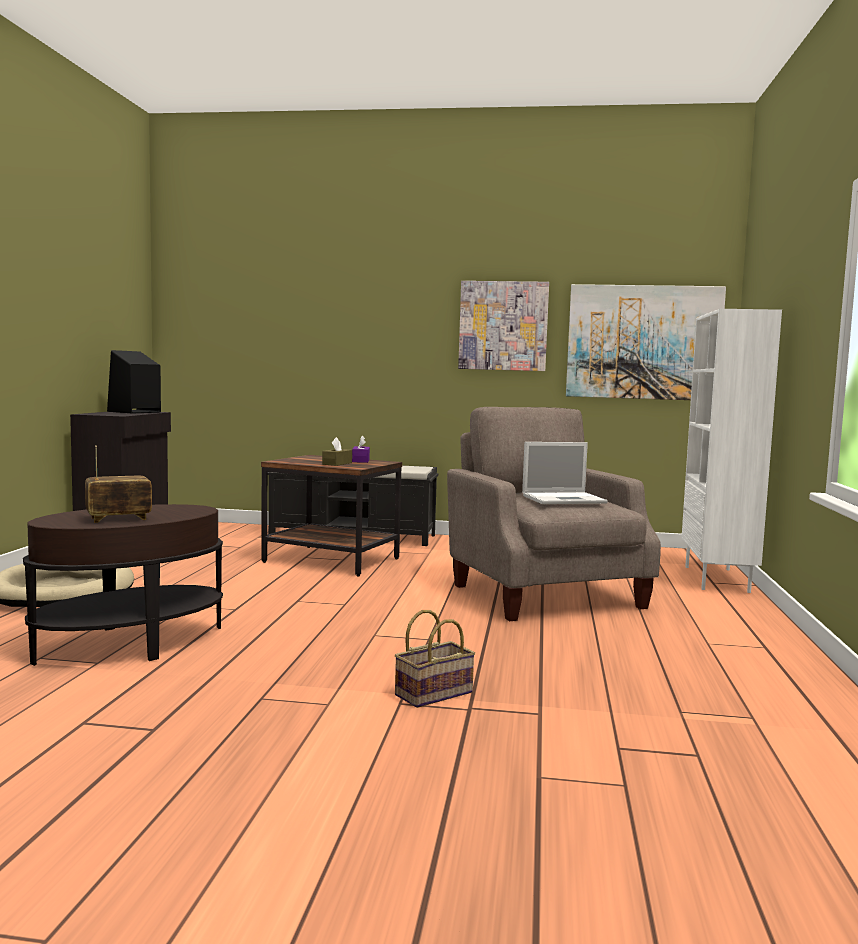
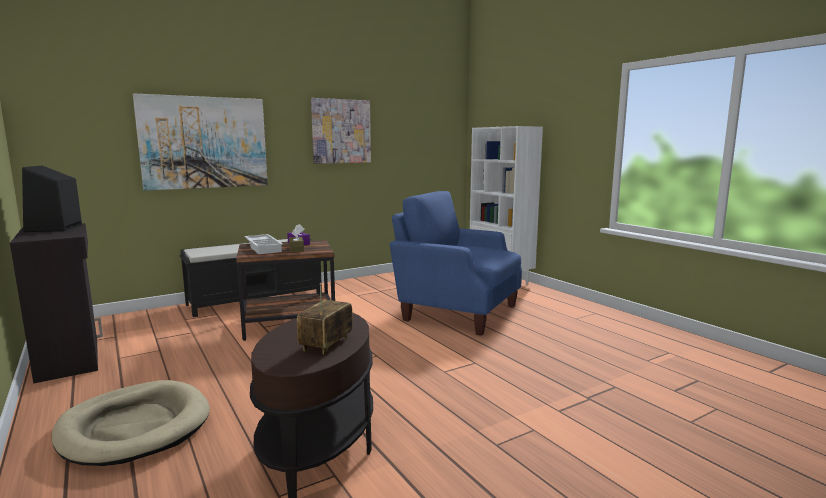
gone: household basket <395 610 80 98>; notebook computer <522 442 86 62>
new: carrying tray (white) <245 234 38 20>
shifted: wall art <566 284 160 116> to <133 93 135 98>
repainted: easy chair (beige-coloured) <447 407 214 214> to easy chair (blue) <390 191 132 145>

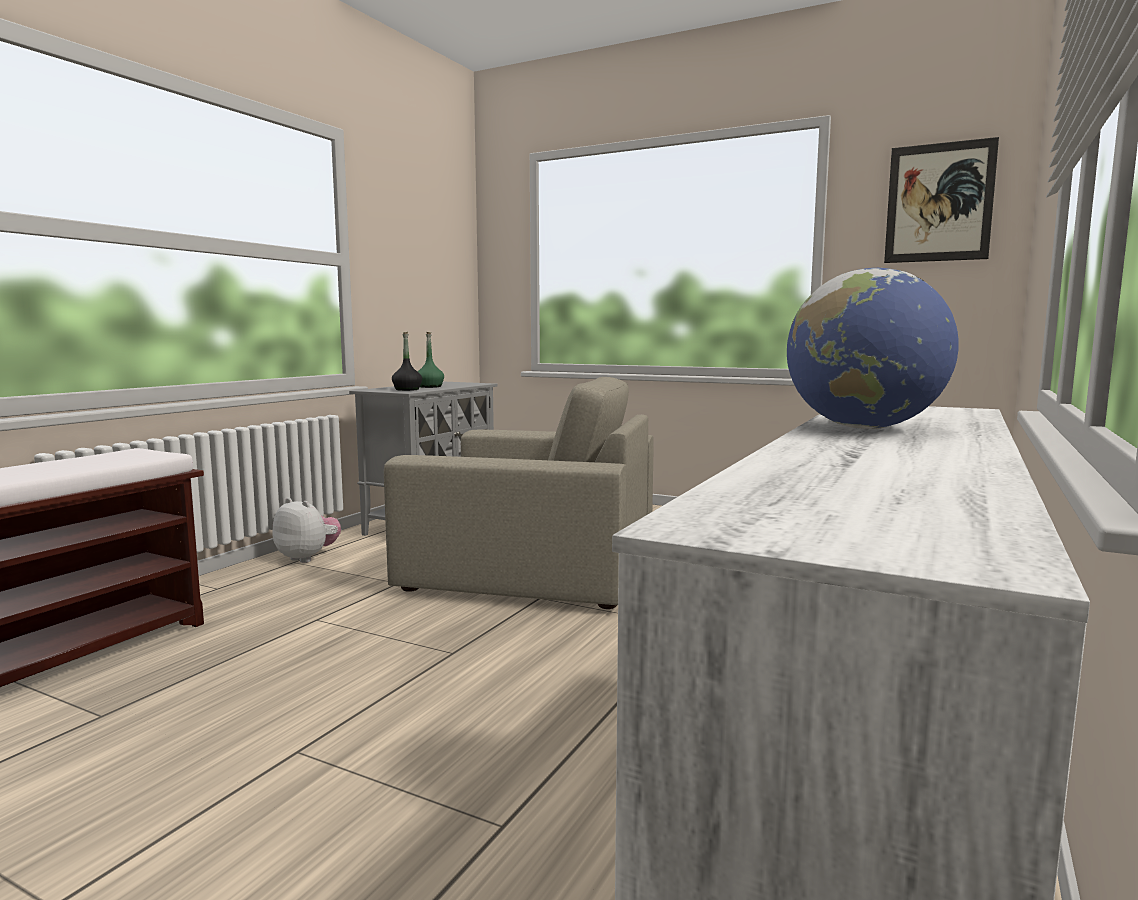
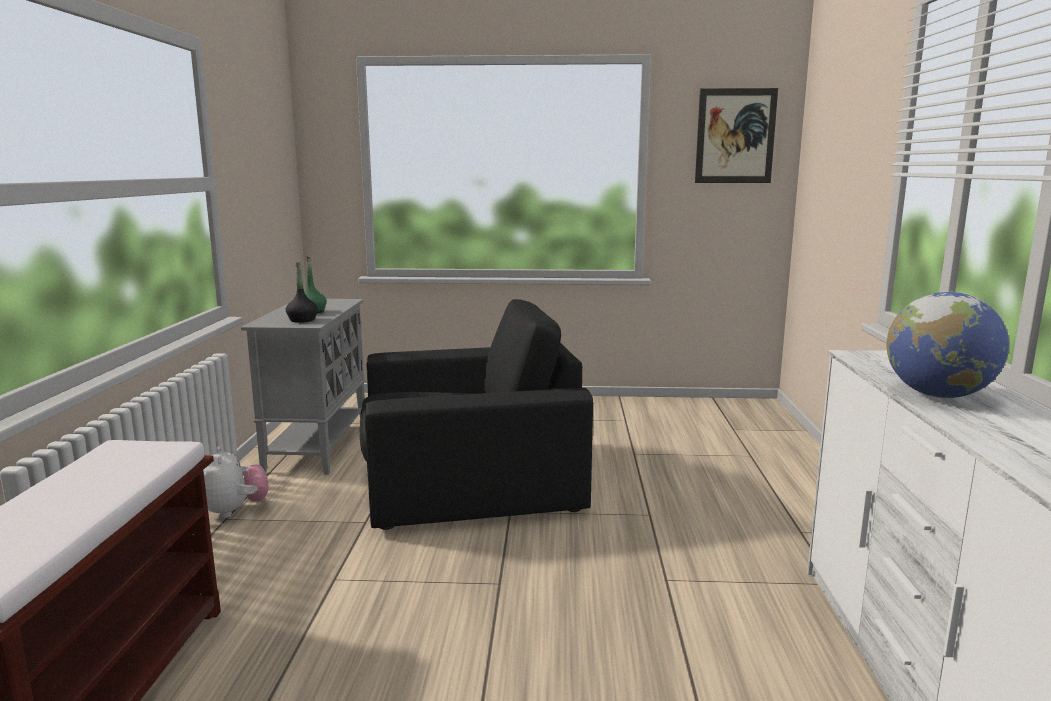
repainted: easy chair (beige-coloured) <384 377 270 232> to easy chair (black-coloured) <360 299 233 231>
rotated: plush toy <272 498 69 65> = <203 447 65 71> 60 degrees clockwise

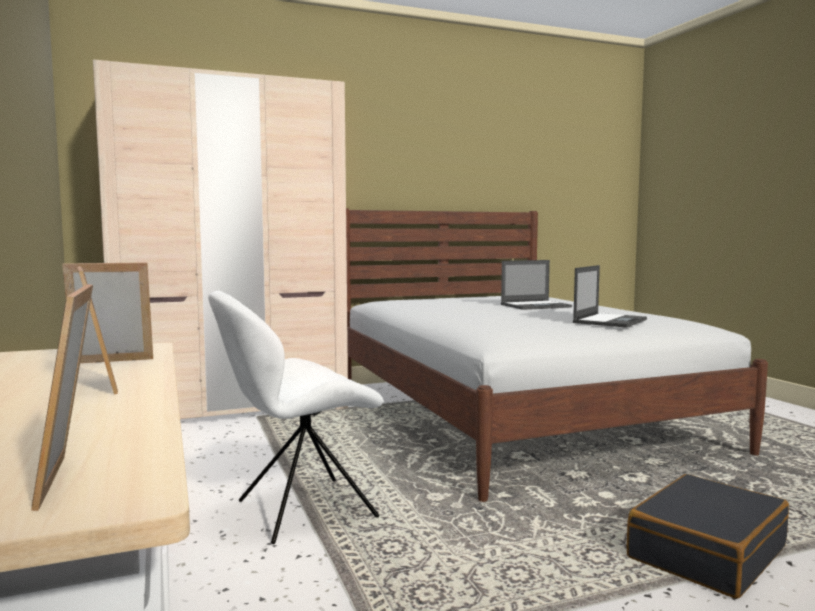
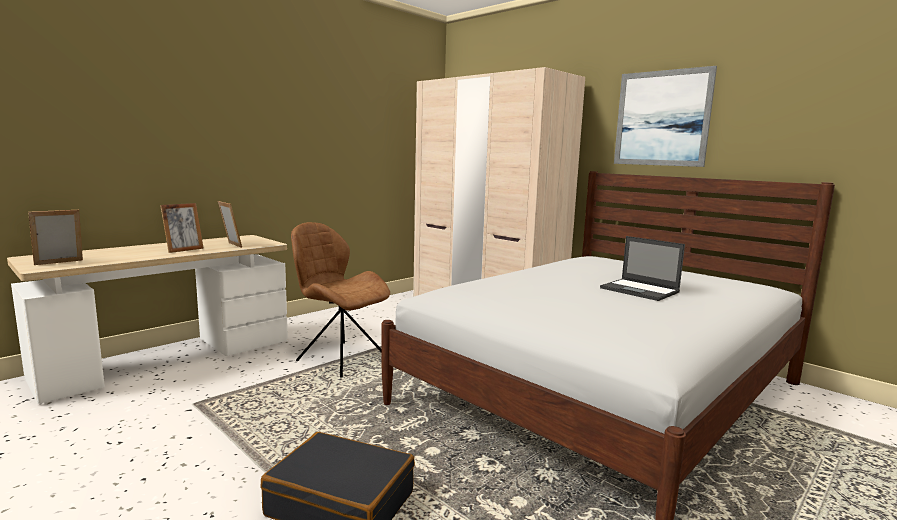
gone: notebook computer <573 265 74 63>
new: wall art <614 66 103 101>
repainted: plain chair (white) <208 291 176 253> to plain chair (brownish) <291 222 99 156>

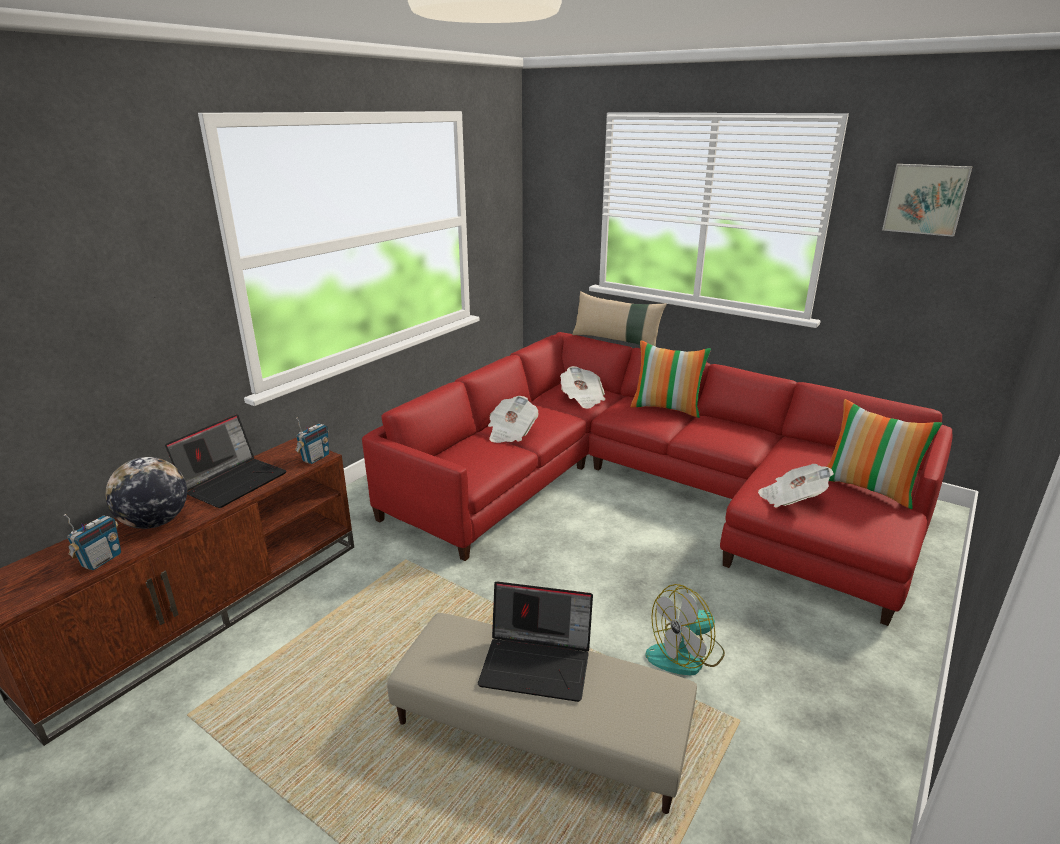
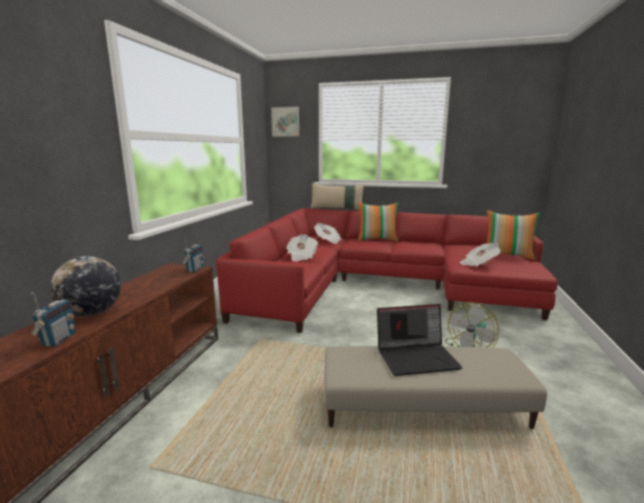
gone: notebook computer <165 414 121 94>
shifted: wall art <882 164 90 73> to <271 107 28 30>

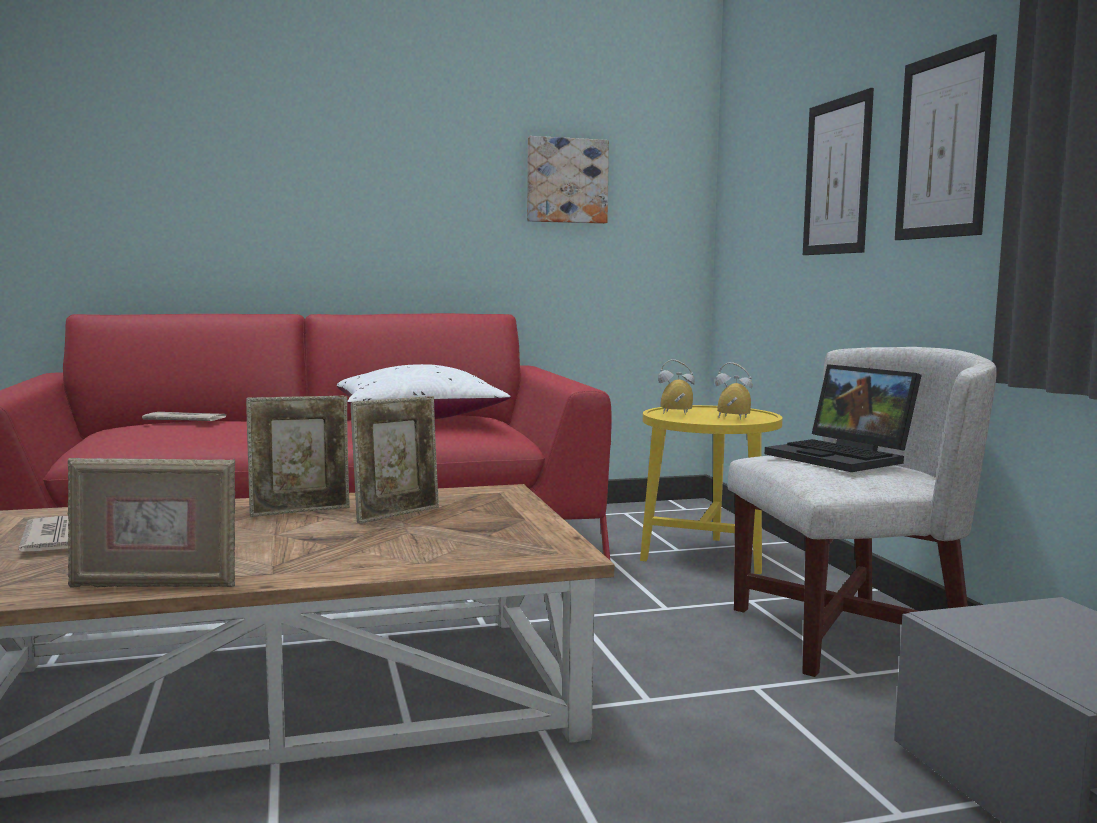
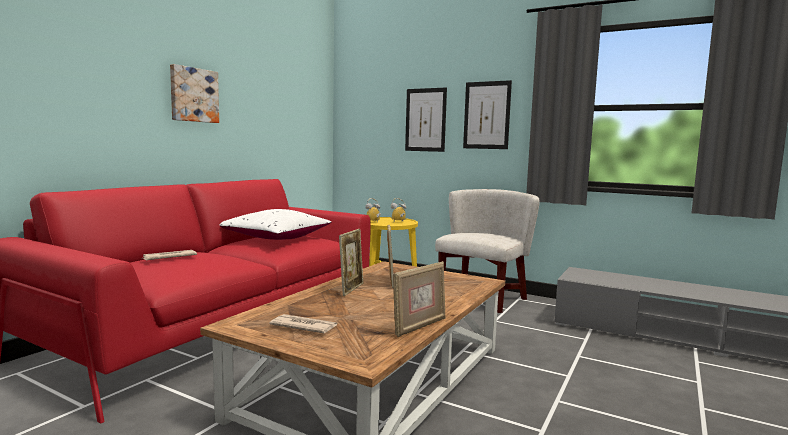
gone: notebook computer <765 364 157 108>
shifted: wall art <527 136 82 88> to <170 64 49 59>

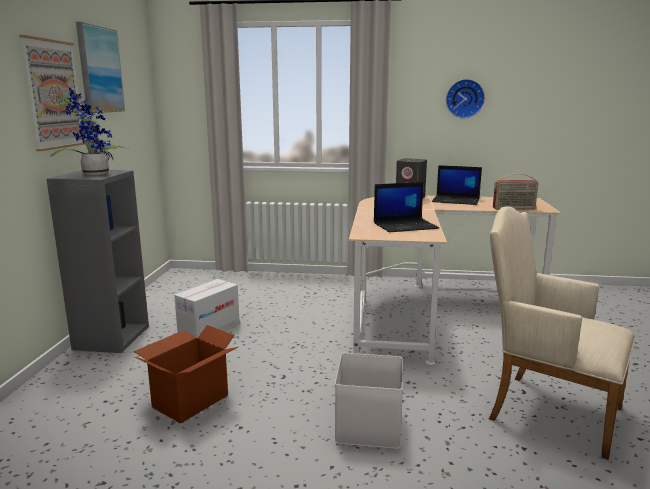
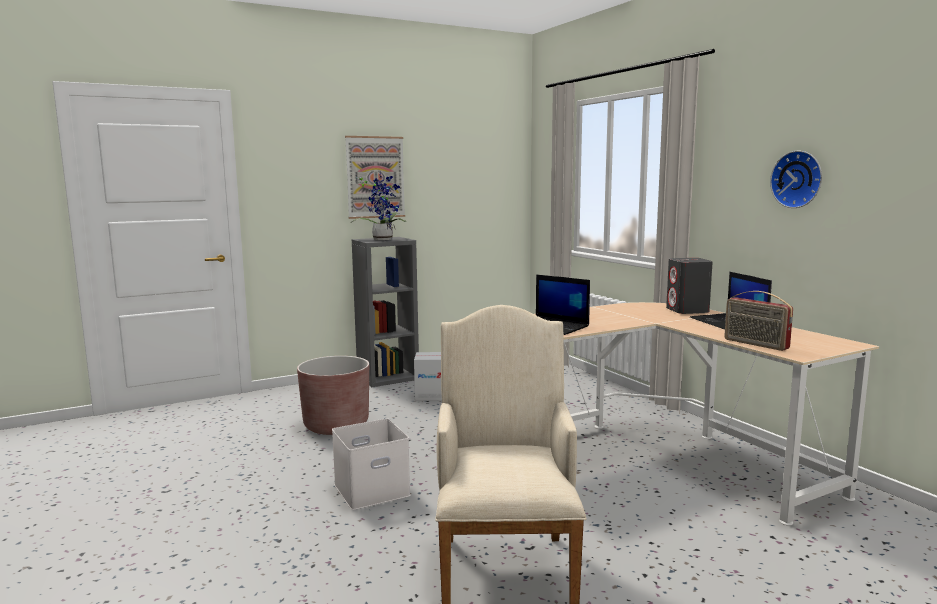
gone: wall art <76 22 49 91>
swapped: cardboard box <134 325 104 99> to plant pot (brownish) <297 356 72 79>

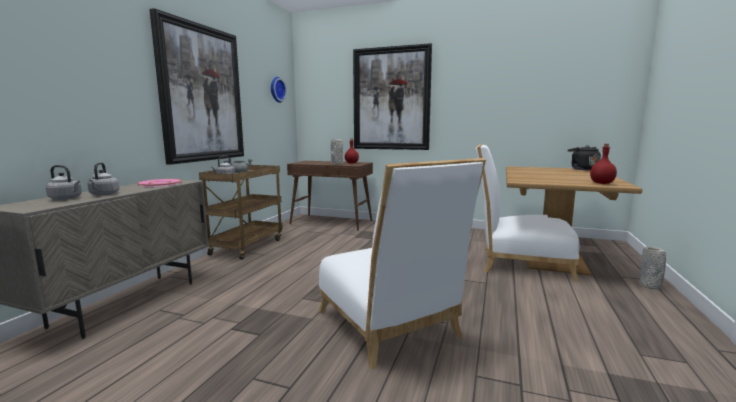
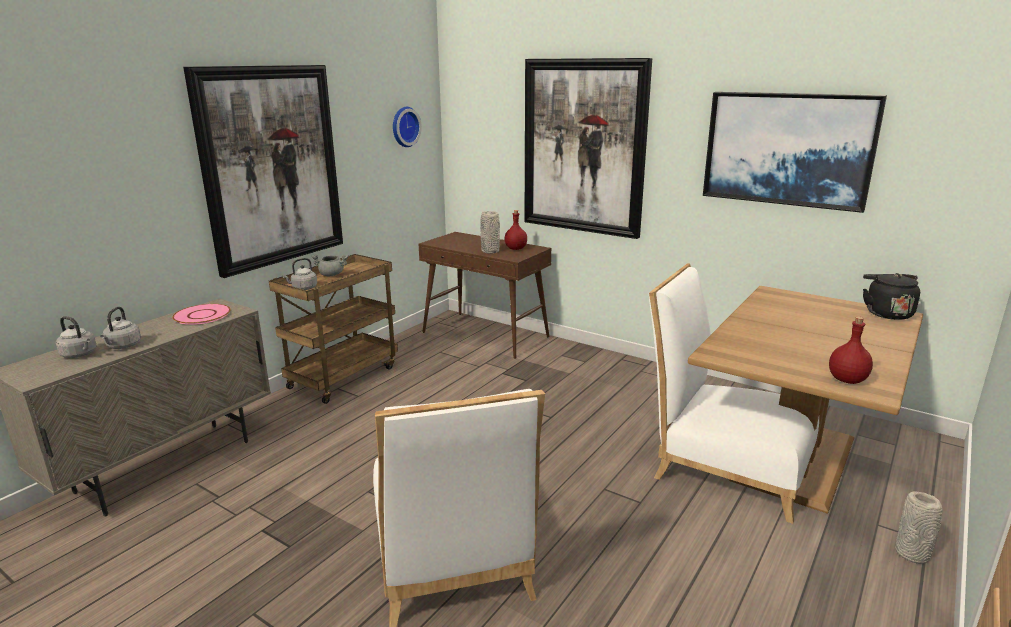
new: wall art <703 92 184 121>

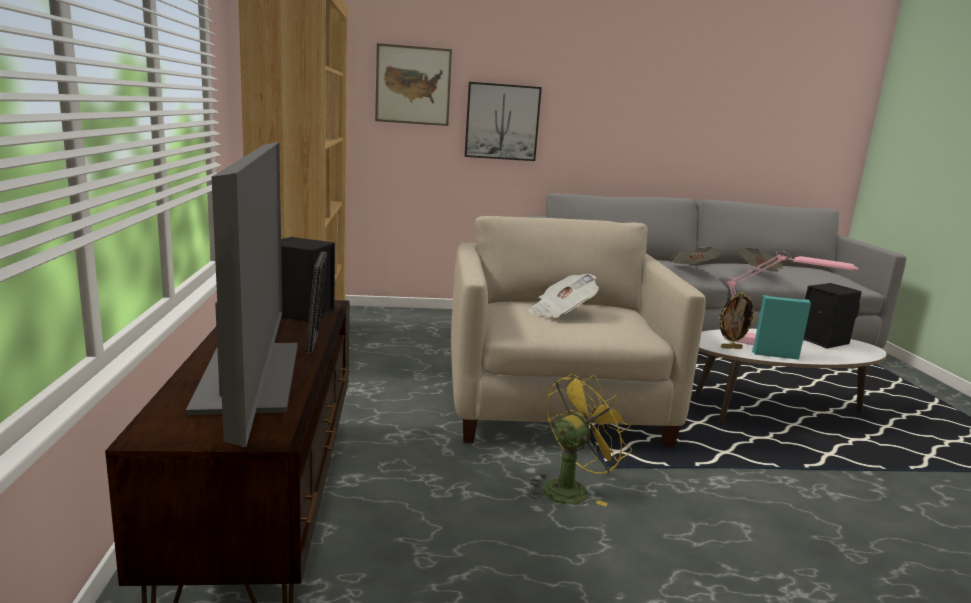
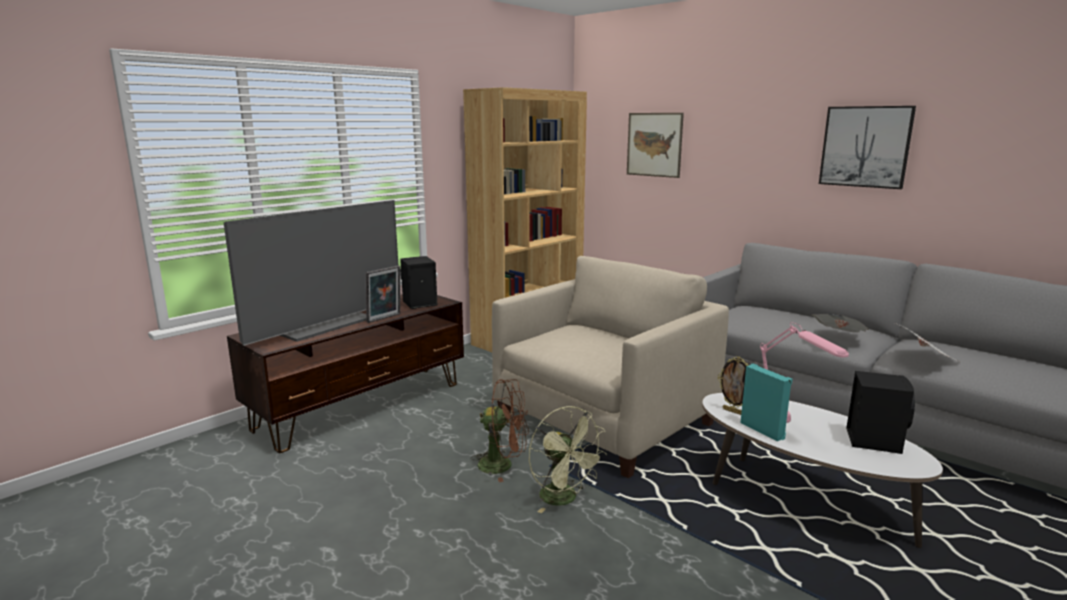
gone: daily paper <528 274 71 44>
new: fan (green-coloured) <529 406 78 107>
shifted: wall art <465 82 77 79> to <819 106 97 83>
repainted: fan (yellowish) <529 374 103 132> to fan (brownish) <470 379 59 103>

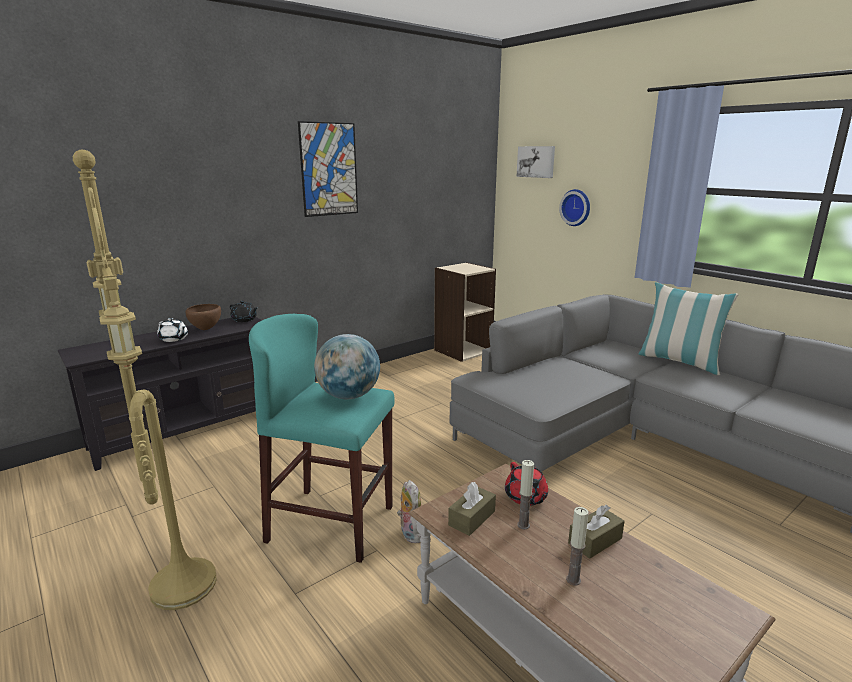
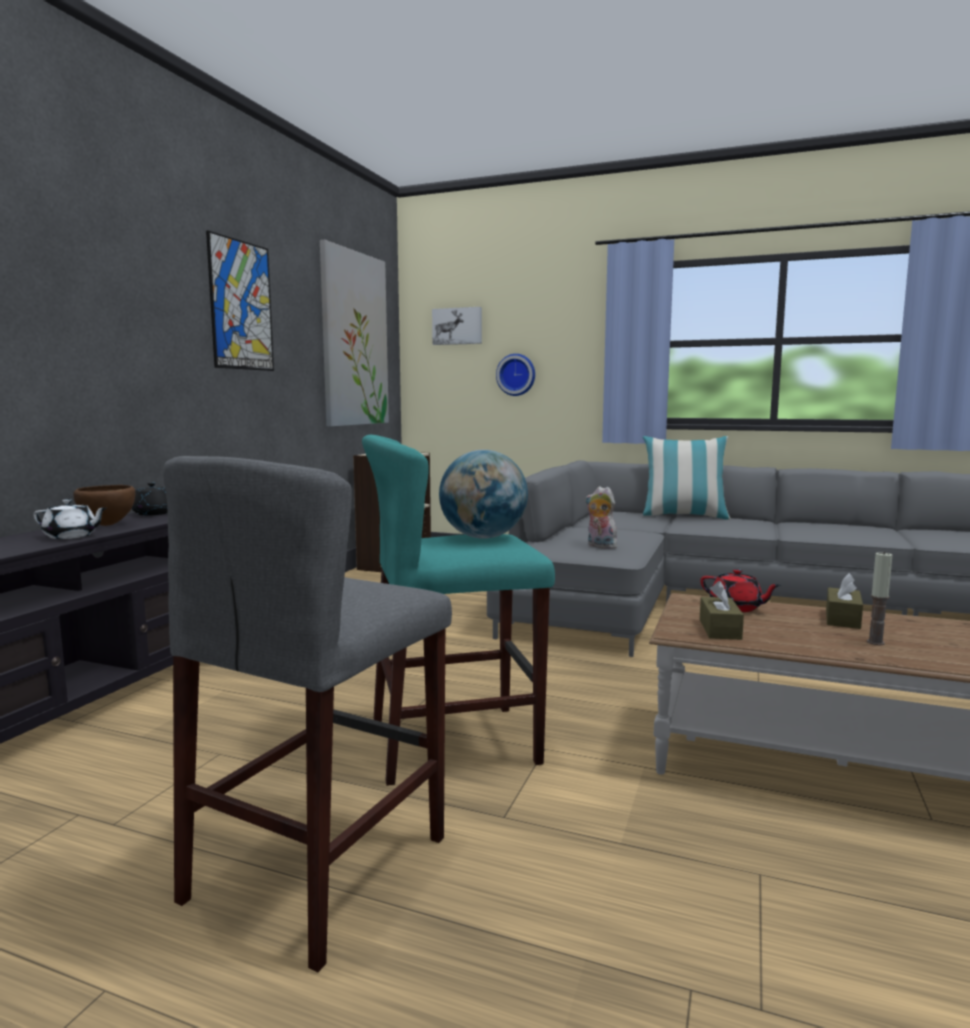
gone: candle <517 460 17 70>
new: wall art <320 240 69 186>
shifted: plush toy <397 480 24 63> to <585 487 32 62>
swapped: standard lamp (yellowish) <73 150 144 460> to stool seat (grey) <163 456 289 516>

